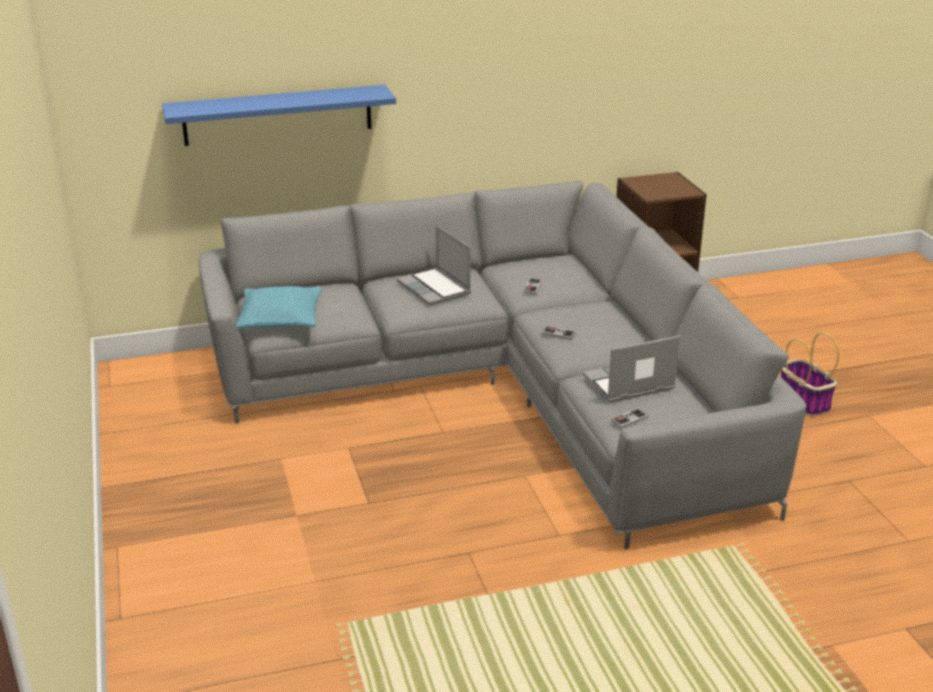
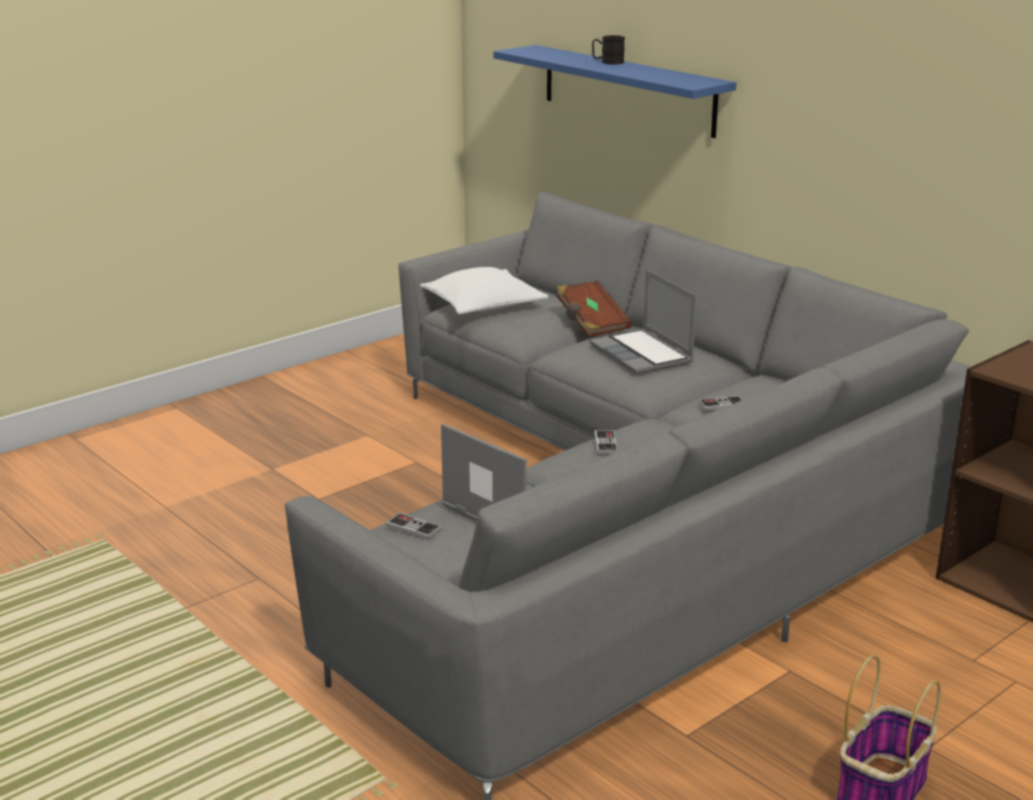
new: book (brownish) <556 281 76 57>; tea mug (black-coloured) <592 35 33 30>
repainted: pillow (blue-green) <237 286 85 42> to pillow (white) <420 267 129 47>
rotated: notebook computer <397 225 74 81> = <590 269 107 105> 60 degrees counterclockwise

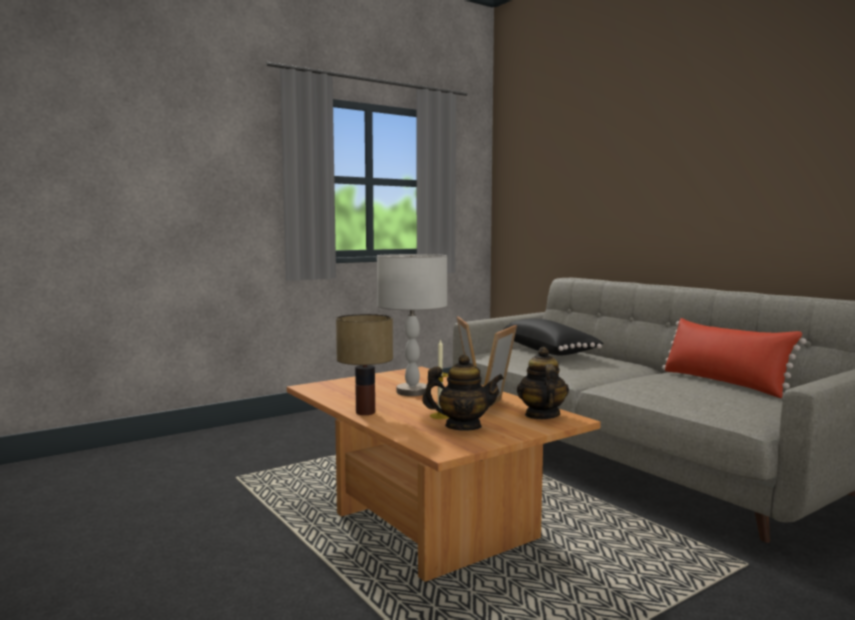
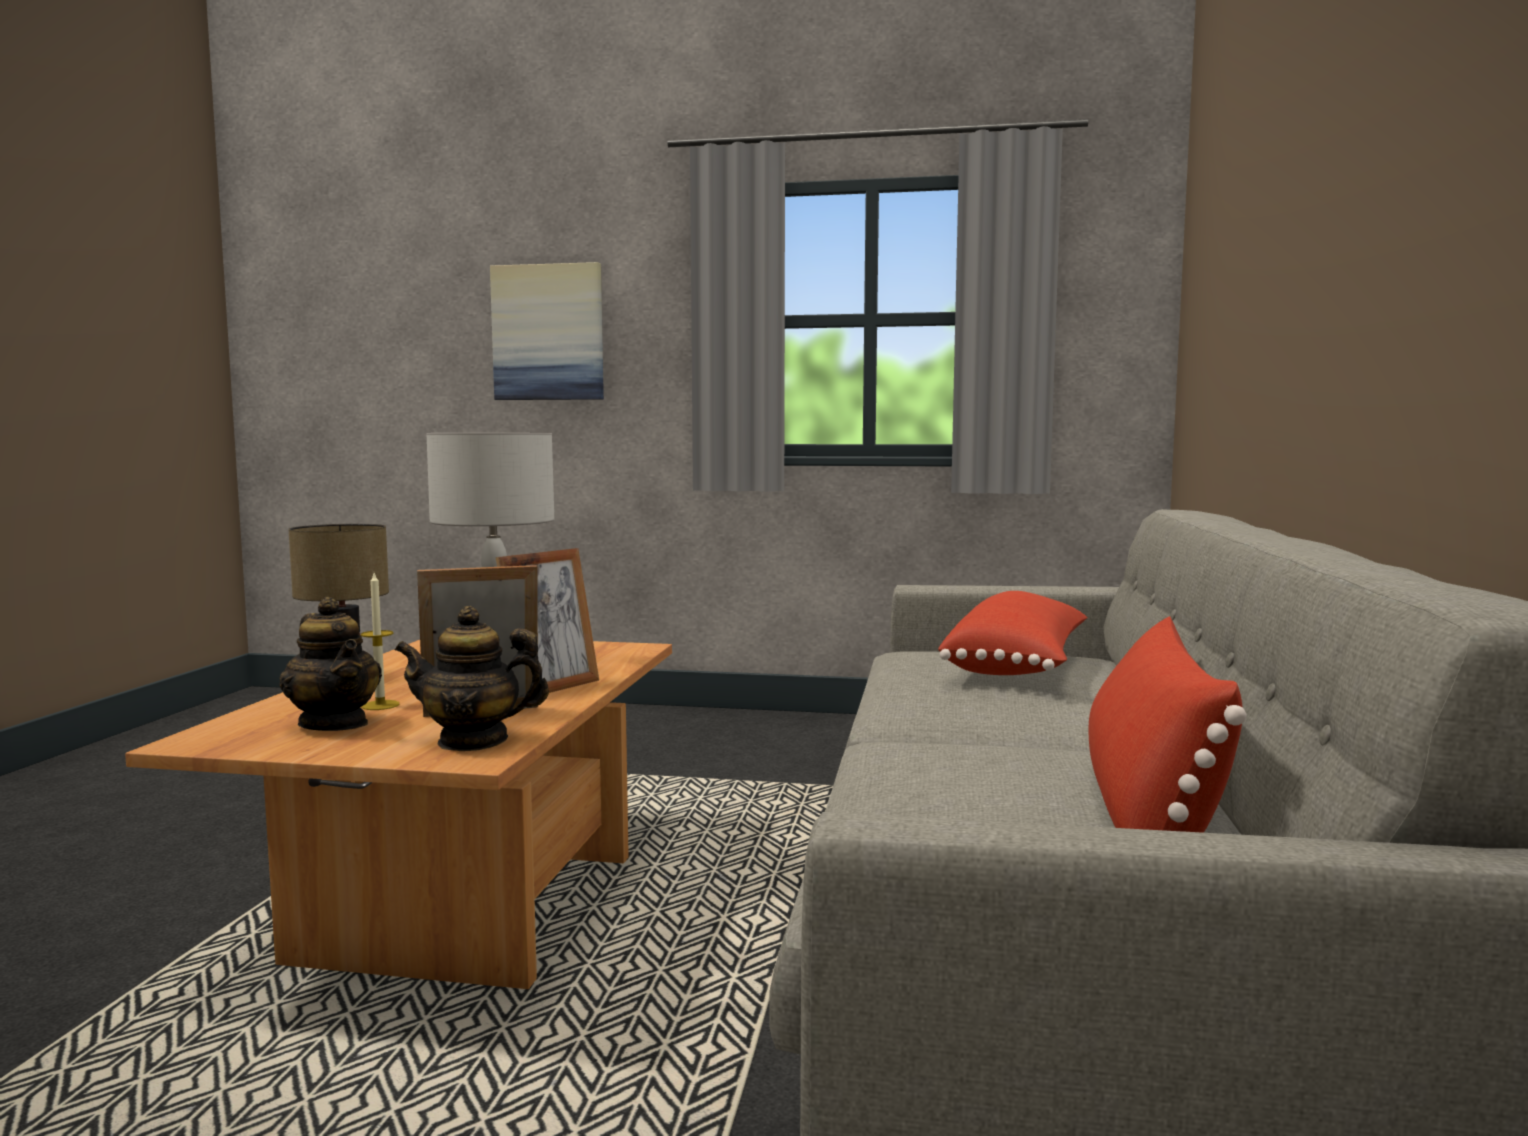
new: wall art <490 262 114 138>
repainted: pillow (black-coloured) <502 318 101 38> to pillow (red) <938 591 150 84>
rotated: teapot <517 347 52 72> = <395 606 154 145> 135 degrees counterclockwise

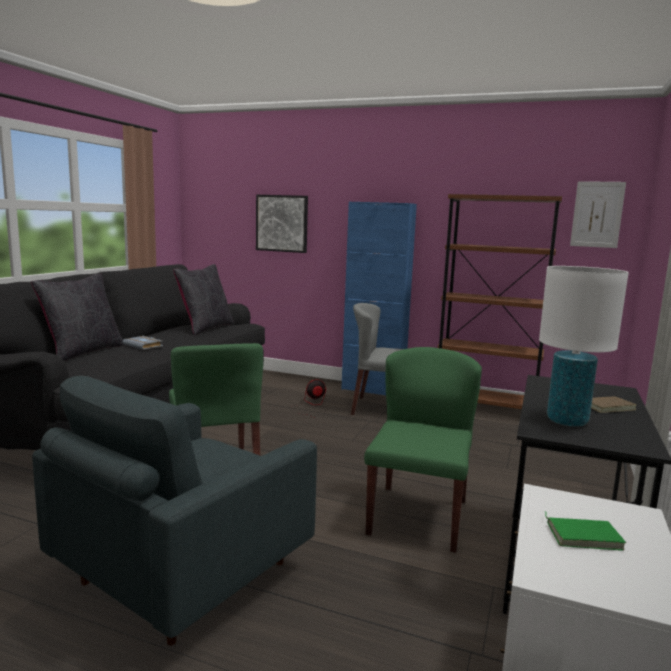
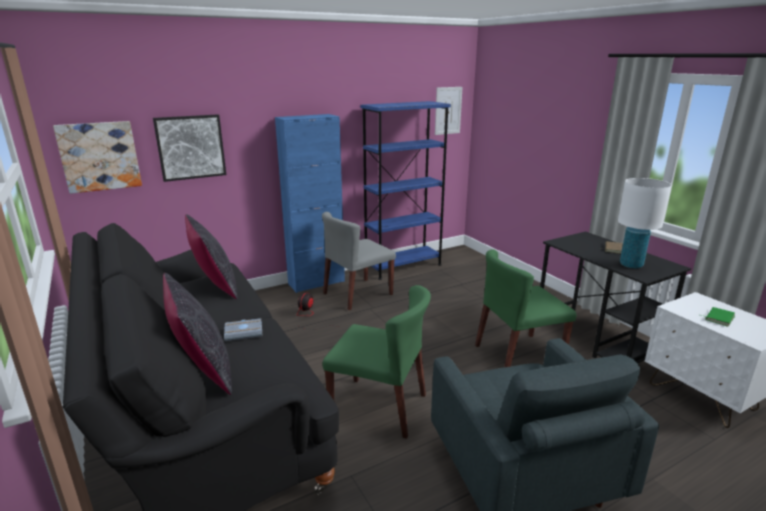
new: wall art <53 121 89 73>
repainted: bookcase (brownish) <438 194 124 215> to bookcase (blue) <360 101 91 179>
rotated: plain chair (green-coloured) <364 347 118 206> = <475 249 101 118> 75 degrees counterclockwise

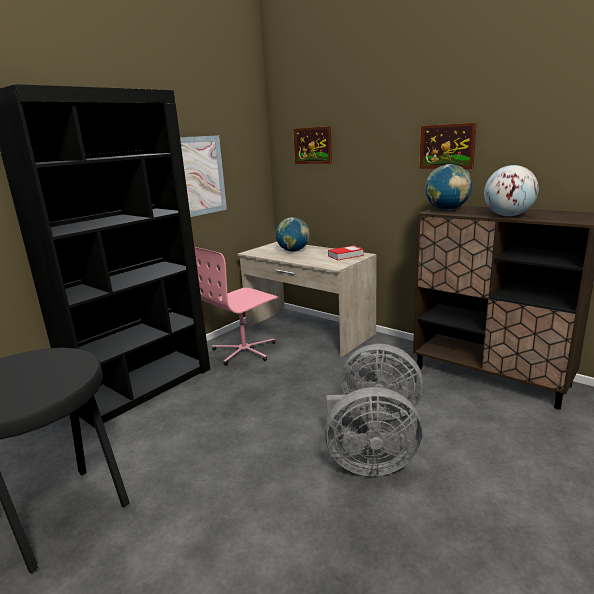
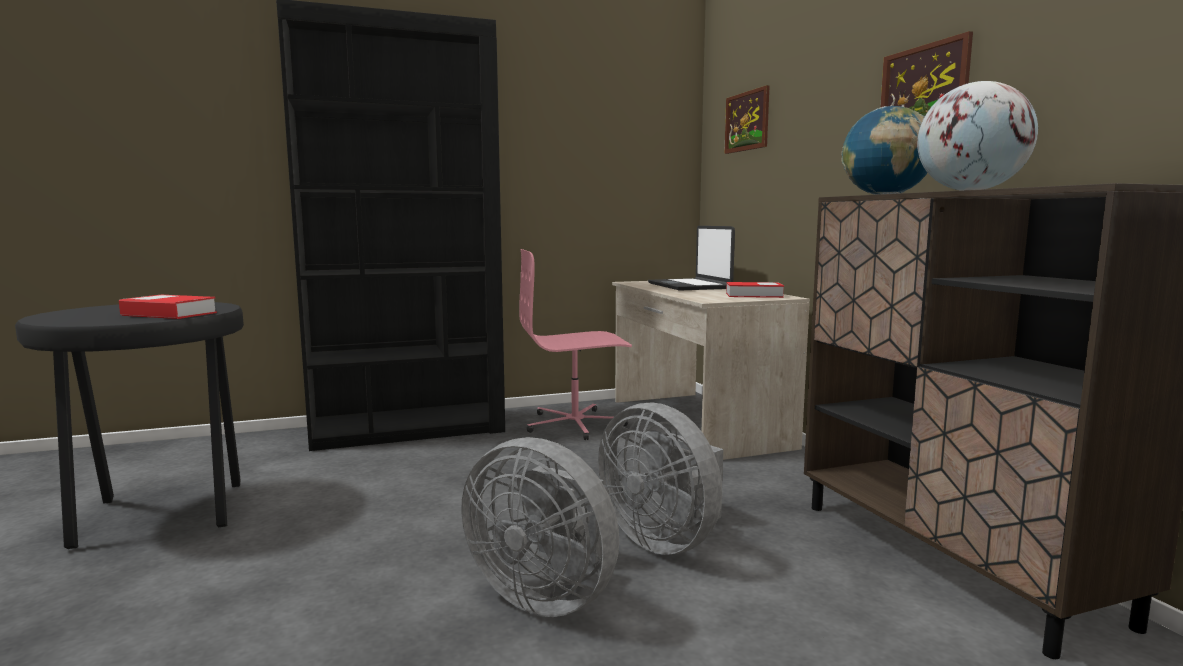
gone: wall art <180 135 47 82>
new: book <119 295 98 24>
swapped: world globe <276 217 34 35> to notebook computer <648 226 87 65>

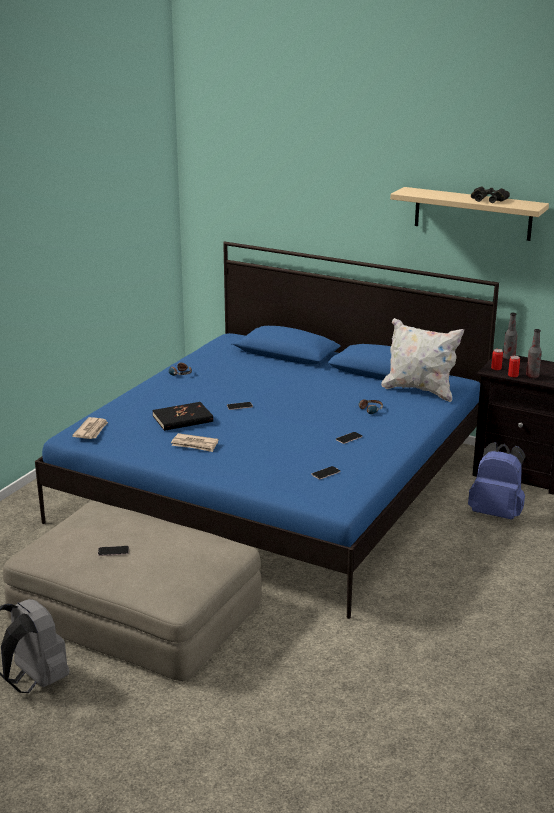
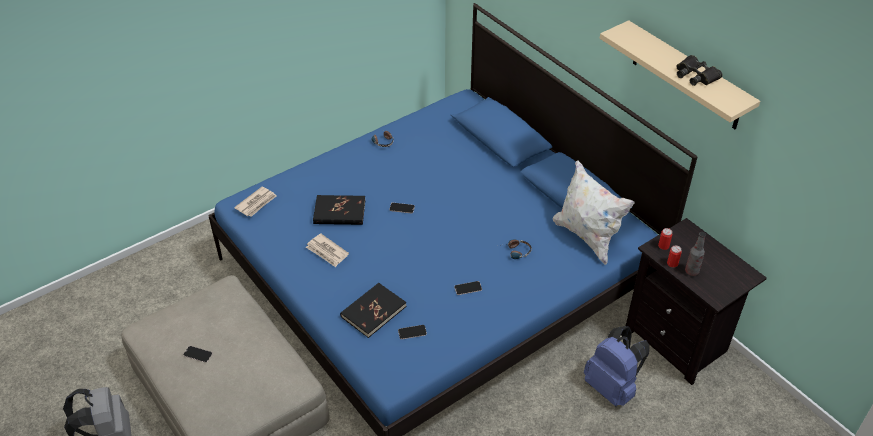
gone: beverage bottle <503 313 15 47>
new: book (black-coloured) <340 283 66 55>

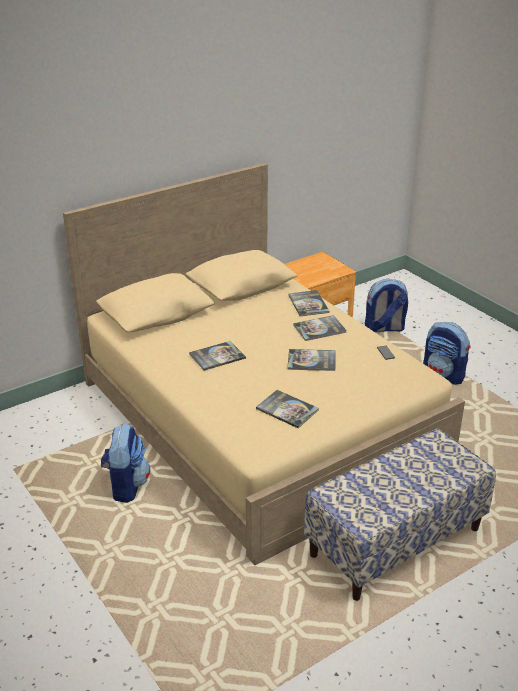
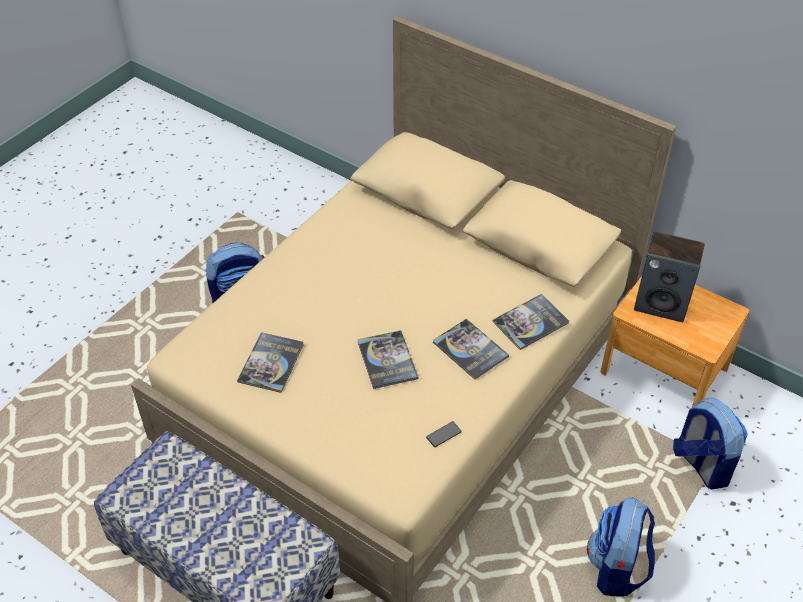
gone: book <189 341 57 30>
new: audio speaker <634 231 71 91>

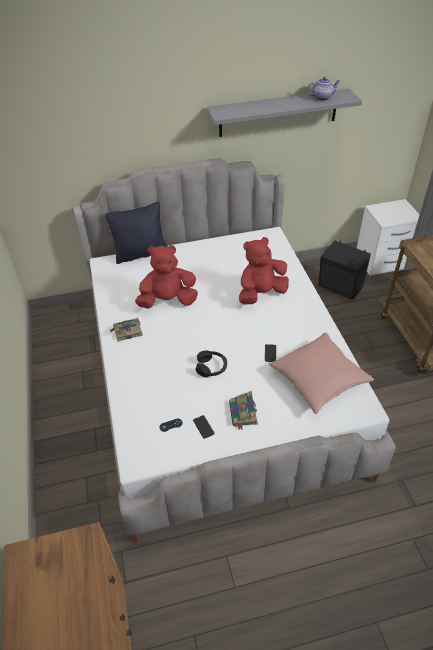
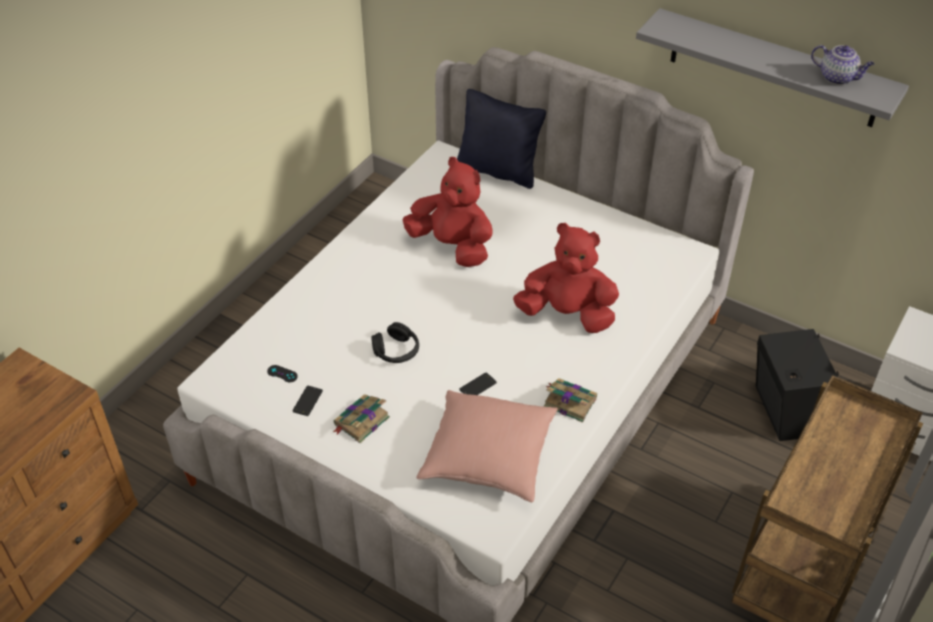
shifted: book <110 318 33 24> to <544 378 53 45>

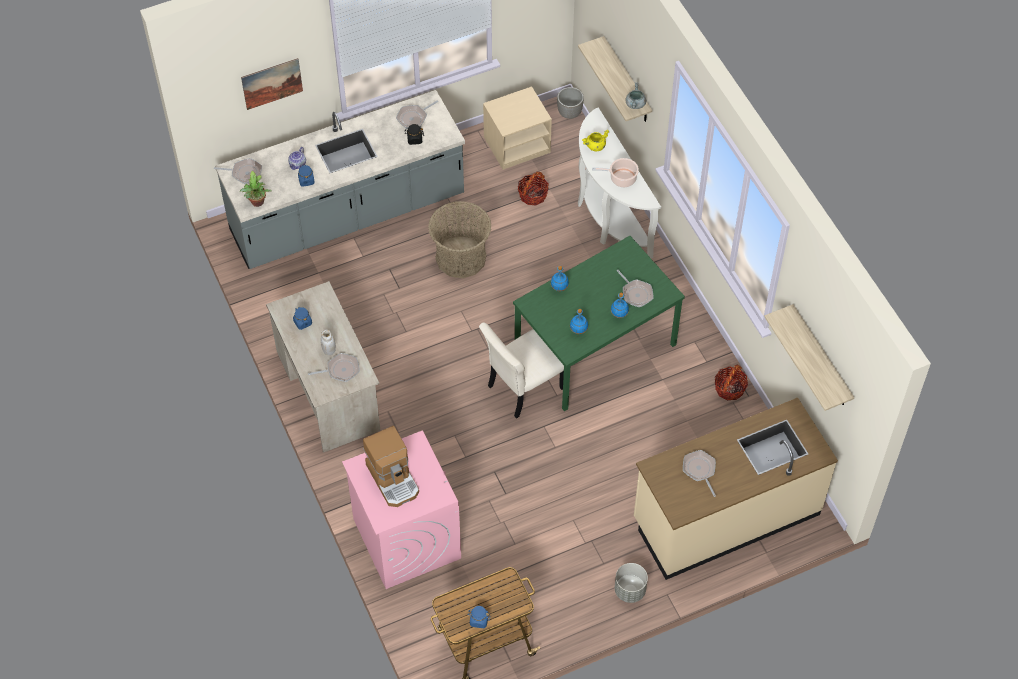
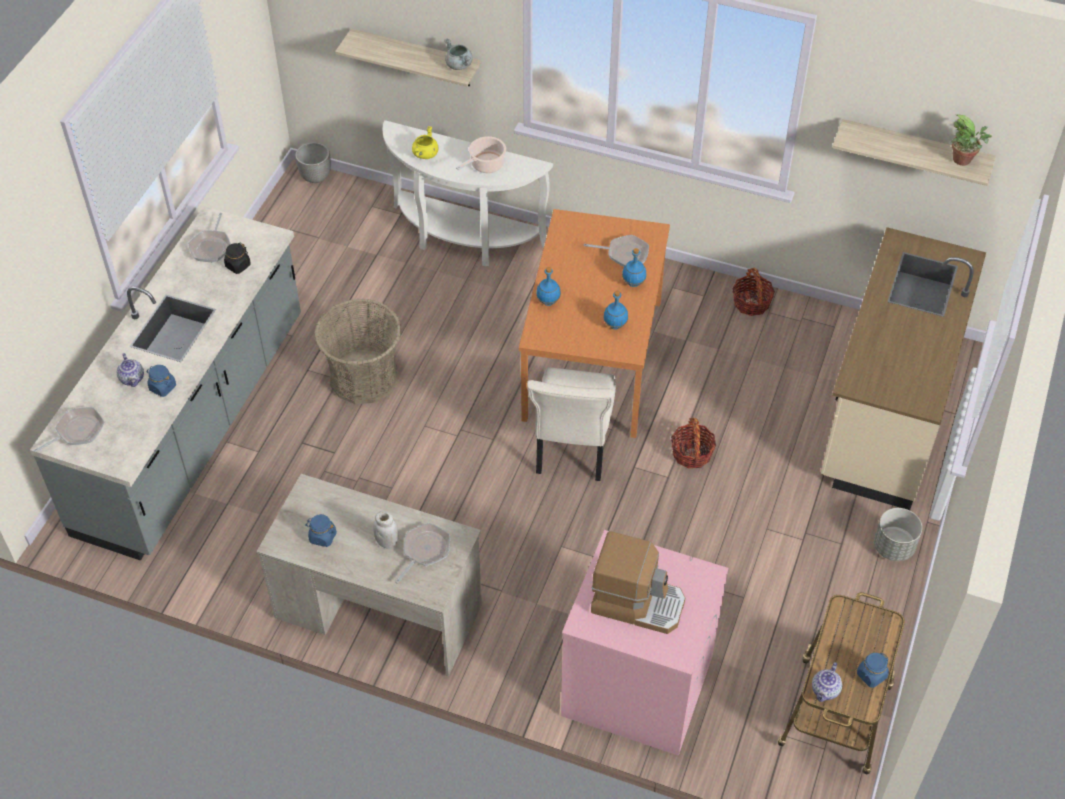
gone: wall art <241 58 62 52>; night table (beige-coloured) <483 86 69 84>; skillet <683 450 33 47>
new: teapot <812 662 30 40>
shifted: potted plant <240 170 32 37> to <950 114 42 52>; household basket <518 172 31 33> to <671 418 45 51>
repainted: dining table (green-coloured) <513 236 172 176> to dining table (orange-coloured) <519 209 151 229>

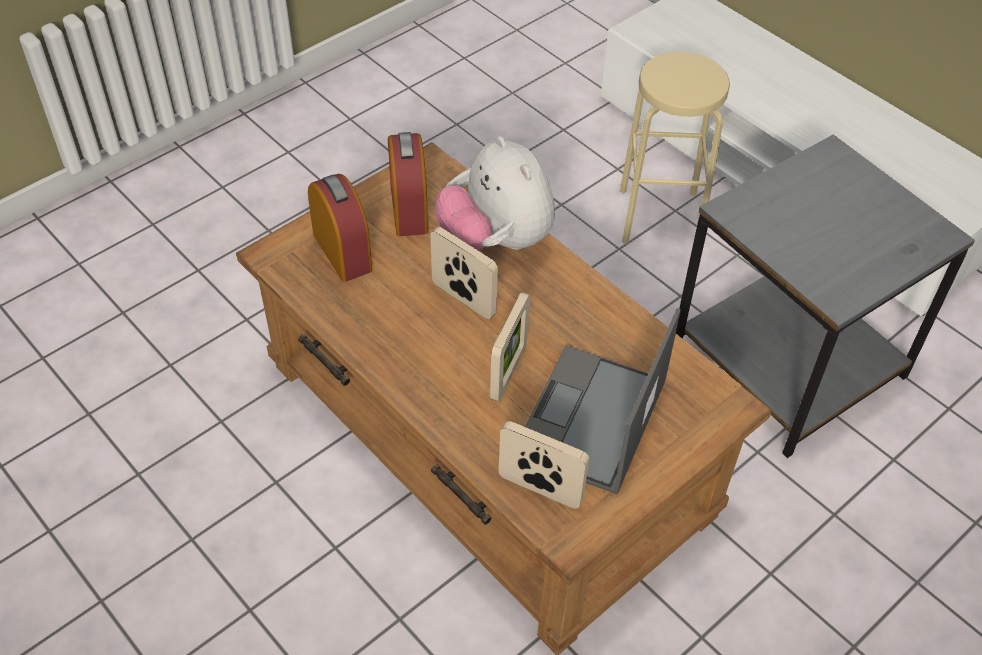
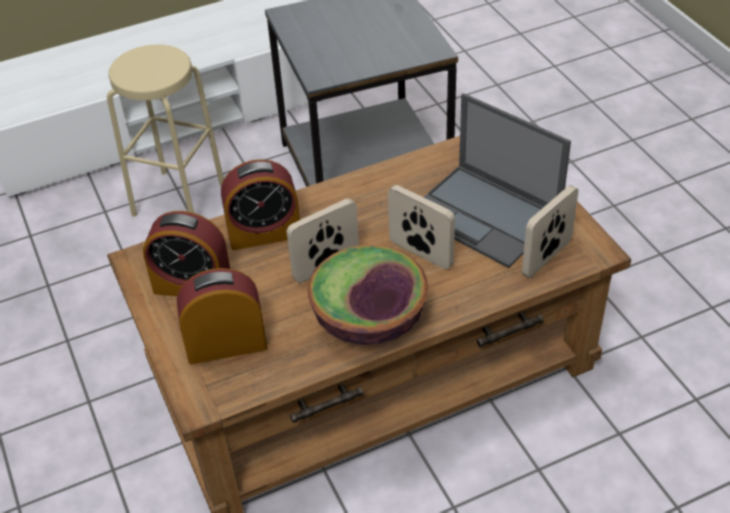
new: deep dish <308 244 120 101>
swapped: plush toy <435 136 120 115> to table clock <221 159 79 91>

